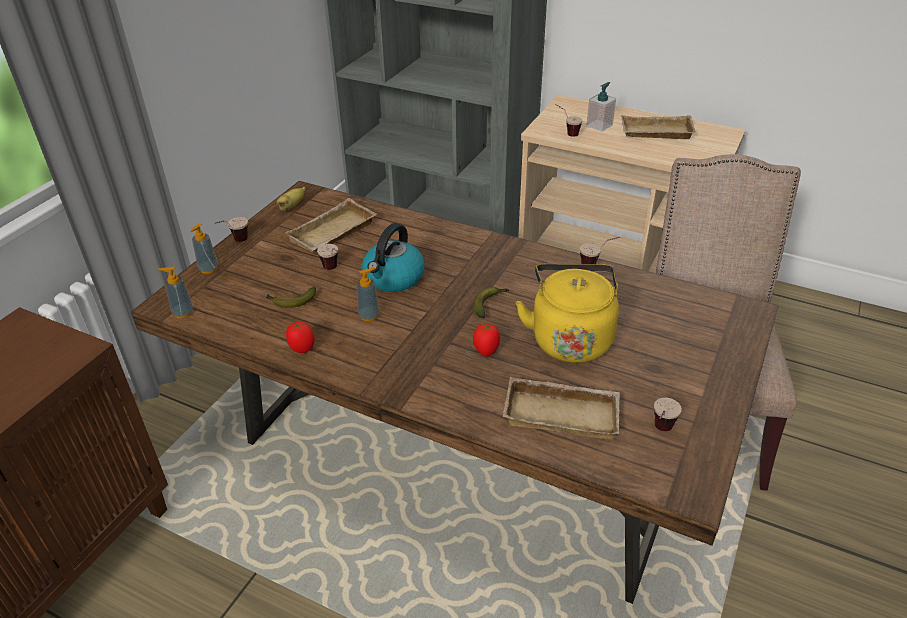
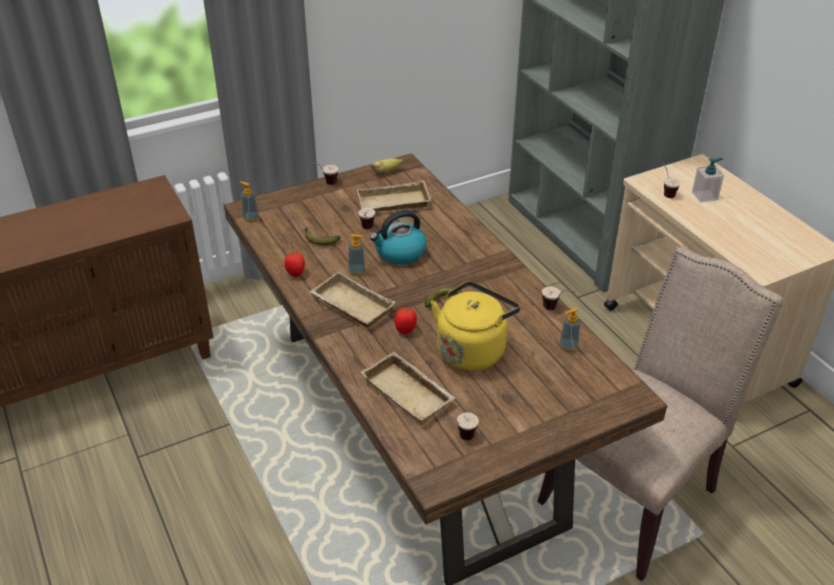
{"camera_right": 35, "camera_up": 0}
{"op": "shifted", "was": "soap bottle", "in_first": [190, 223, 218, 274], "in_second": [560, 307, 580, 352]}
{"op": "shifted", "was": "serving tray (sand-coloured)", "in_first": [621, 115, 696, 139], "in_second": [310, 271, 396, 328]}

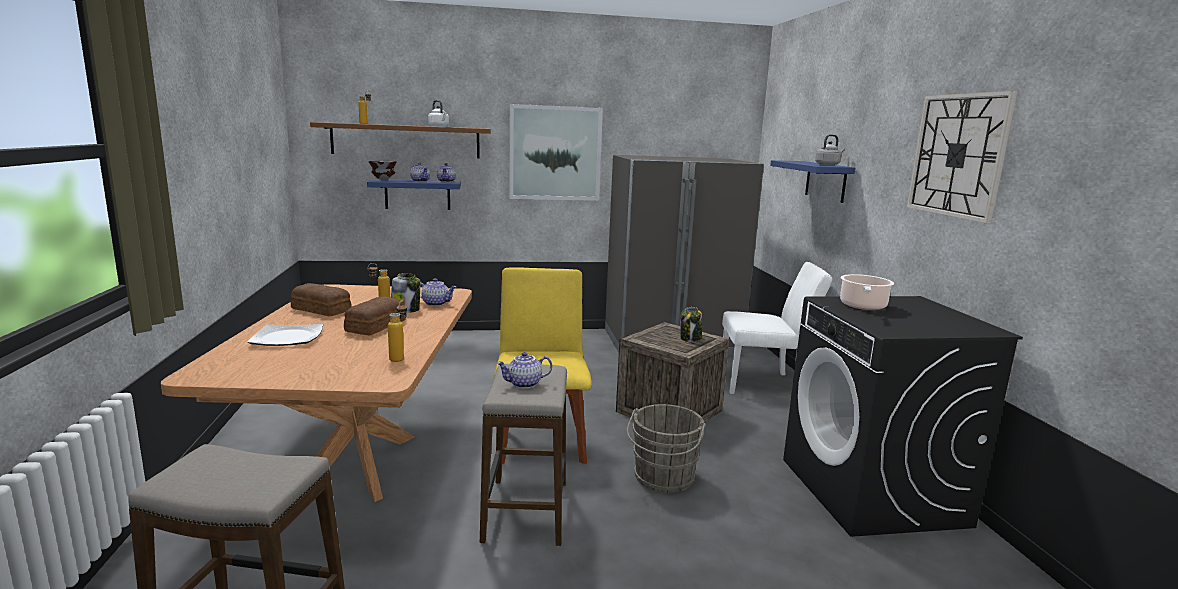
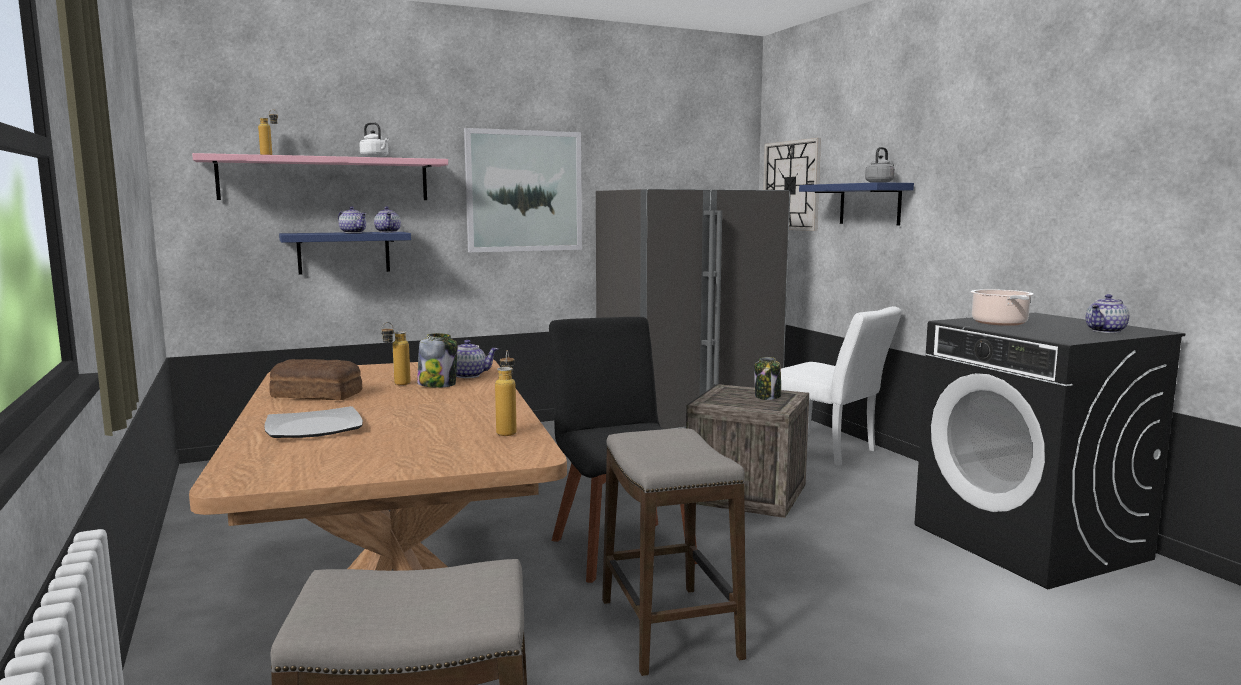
{"camera_right": -15, "camera_up": -5}
{"op": "repainted", "was": "shelf (brown)", "now": "shelf (pink-coloured)", "in_first": [310, 122, 491, 158], "in_second": [192, 153, 448, 200]}
{"op": "gone", "was": "baked bread", "in_first": [344, 296, 406, 335]}
{"op": "gone", "was": "deep dish (grey)", "in_first": [368, 161, 397, 180]}
{"op": "repainted", "was": "chair (yellow)", "now": "chair (blackish)", "in_first": [494, 267, 592, 464], "in_second": [549, 317, 697, 583]}
{"op": "shifted", "was": "tea pot", "in_first": [496, 352, 552, 389], "in_second": [1085, 294, 1129, 333]}
{"op": "gone", "was": "pail (grey)", "in_first": [627, 404, 705, 493]}
{"op": "rotated", "was": "chair (white)", "in_first": [722, 262, 832, 394], "in_second": [781, 306, 902, 466], "clockwise": 60}
{"op": "shifted", "was": "clock on the wall", "in_first": [907, 91, 1018, 224], "in_second": [763, 138, 821, 231]}

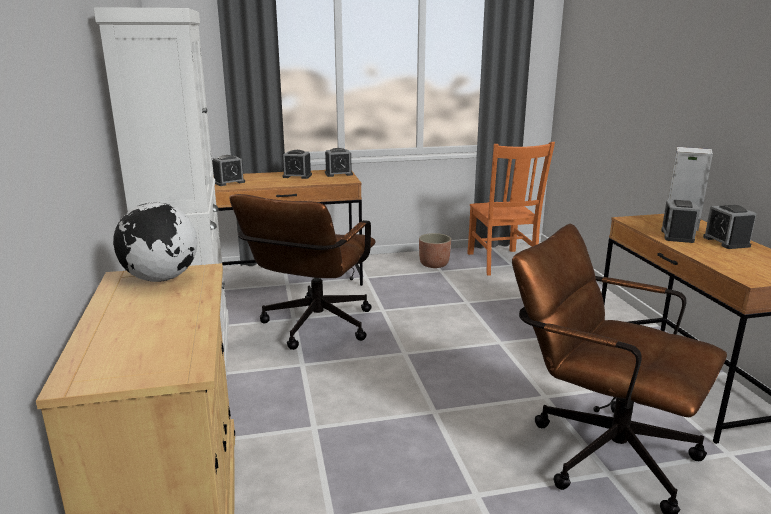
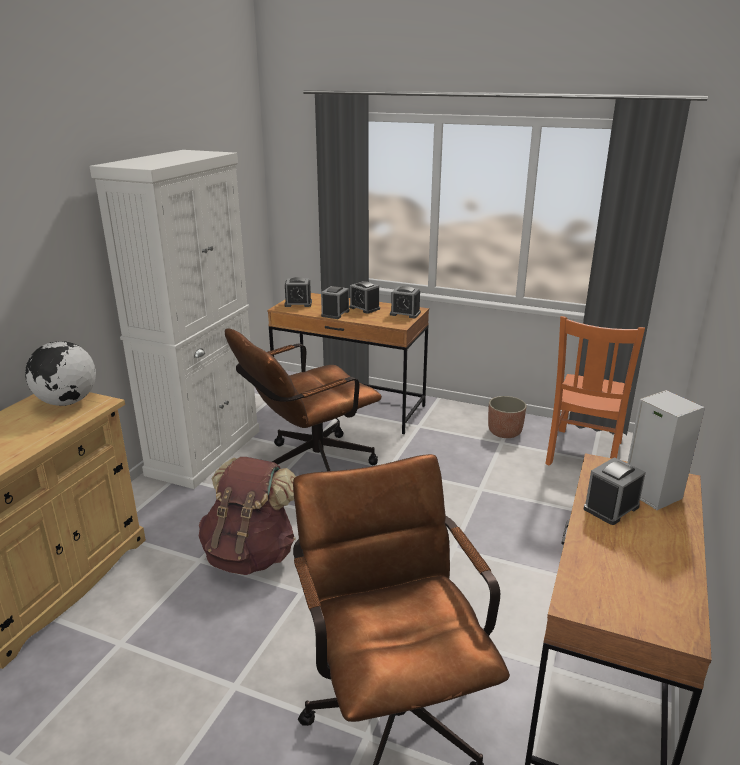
{"camera_right": 35, "camera_up": 5}
{"op": "shifted", "was": "bedside clock", "in_first": [703, 205, 757, 249], "in_second": [321, 286, 349, 319]}
{"op": "new", "now": "backpack (brown)", "in_second": [199, 457, 296, 575]}

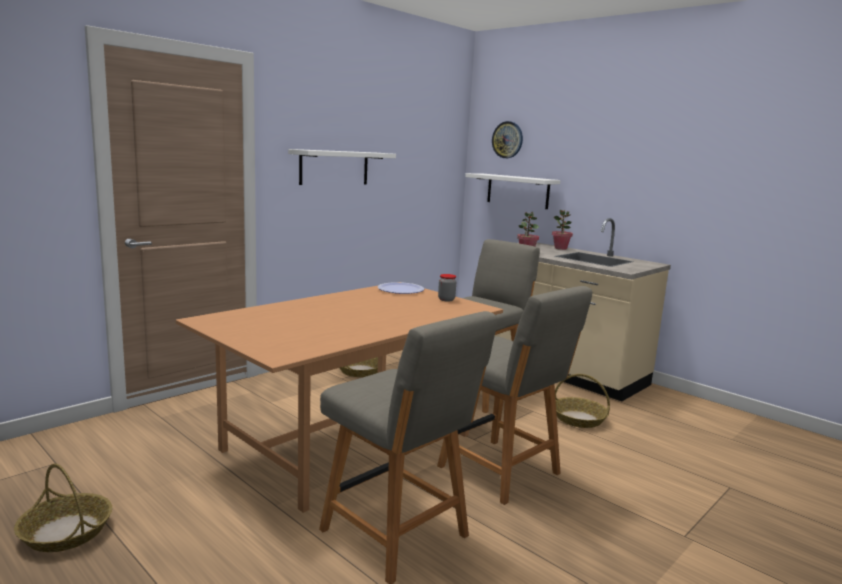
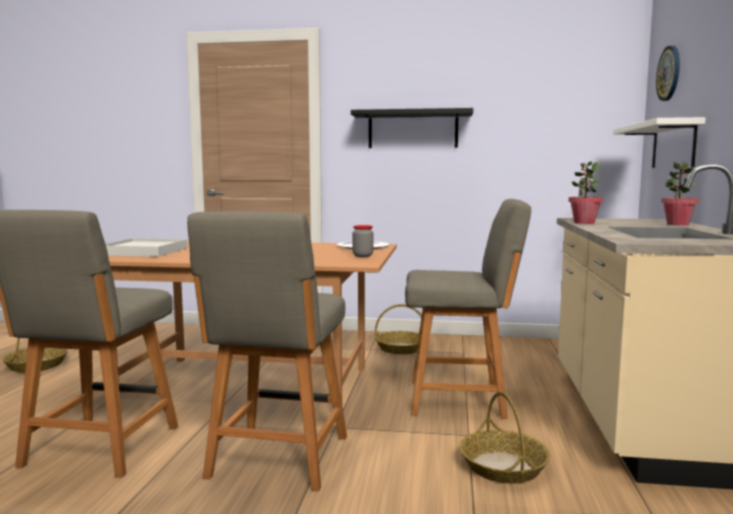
{"camera_right": 55, "camera_up": -5}
{"op": "repainted", "was": "shelf (white)", "now": "shelf (blackish)", "in_first": [288, 149, 396, 185], "in_second": [351, 108, 473, 148]}
{"op": "new", "now": "serving tray (white)", "in_second": [106, 238, 187, 257]}

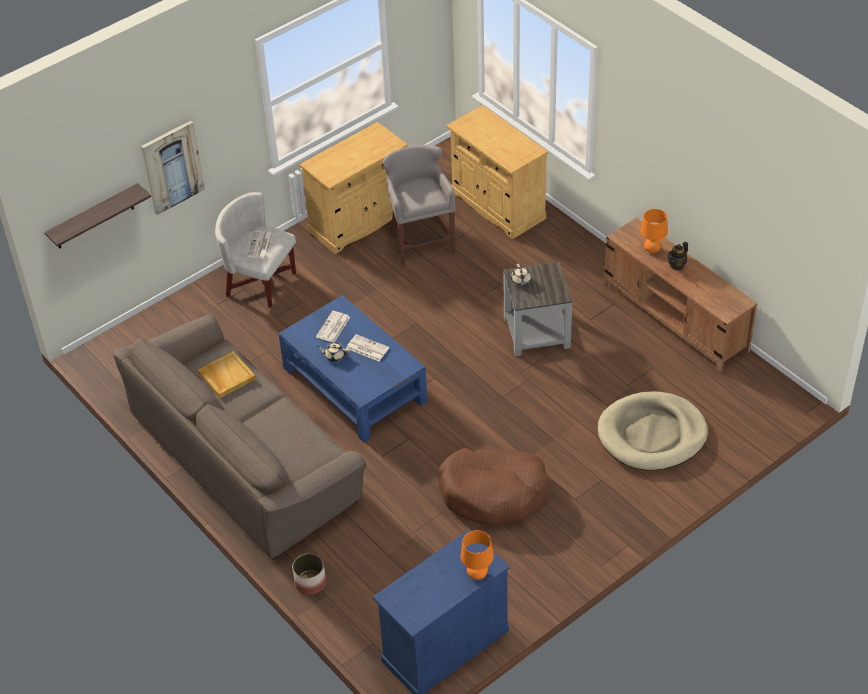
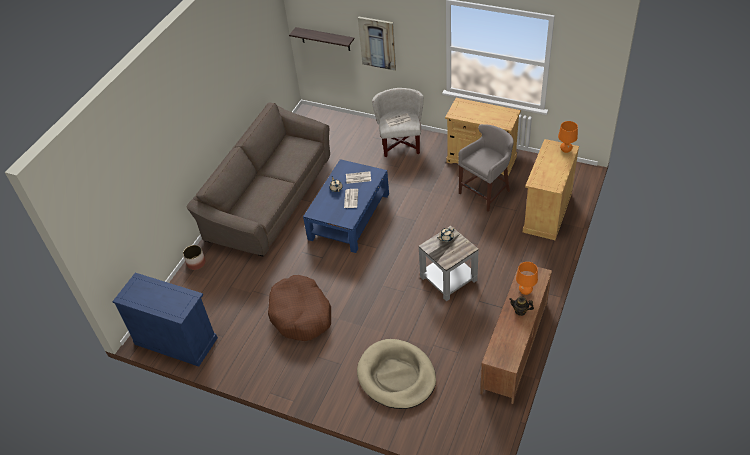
{"camera_right": 65, "camera_up": 0}
{"op": "gone", "was": "serving tray (sand-coloured)", "in_first": [198, 351, 256, 398]}
{"op": "shifted", "was": "lamp for a table (orange)", "in_first": [461, 530, 494, 580], "in_second": [558, 121, 578, 153]}

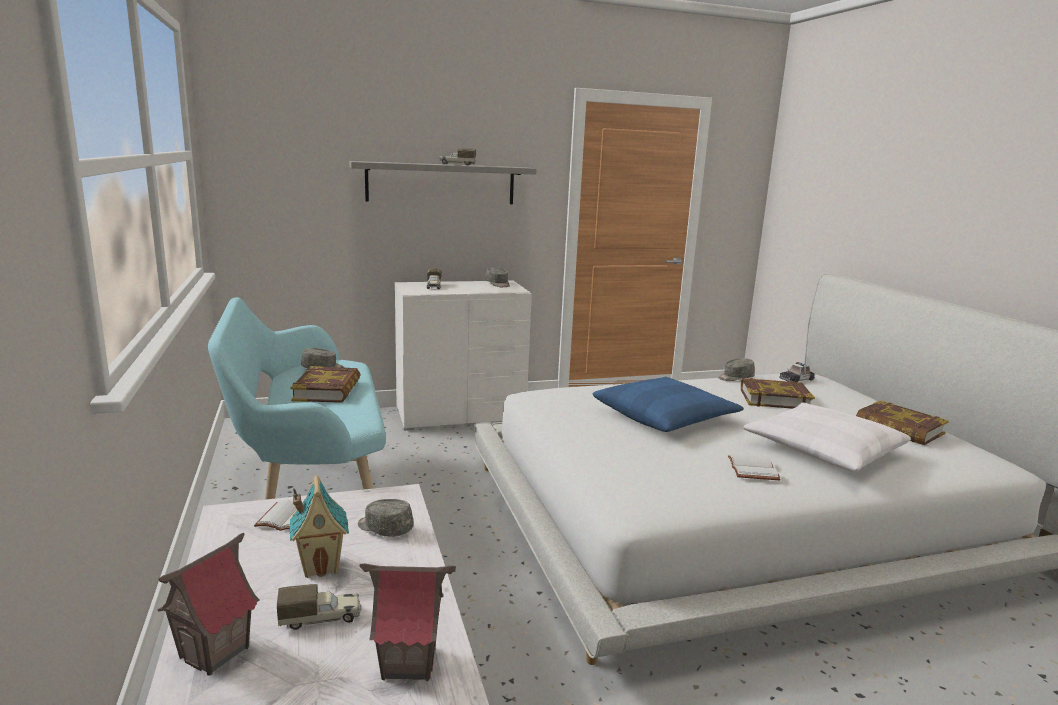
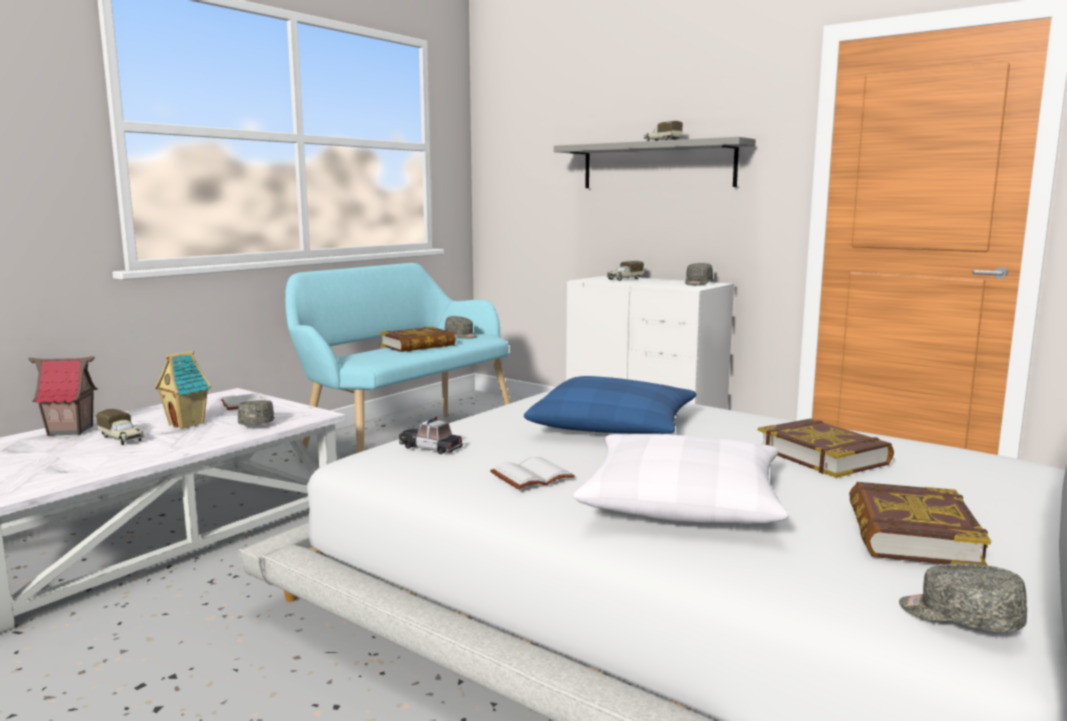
{"camera_right": 55, "camera_up": -5}
{"op": "gone", "was": "miniature house", "in_first": [360, 563, 456, 681]}
{"op": "shifted", "was": "peaked cap (grey)", "in_first": [718, 358, 755, 381], "in_second": [899, 564, 1027, 632]}
{"op": "shifted", "was": "model car", "in_first": [779, 362, 815, 382], "in_second": [399, 416, 463, 454]}

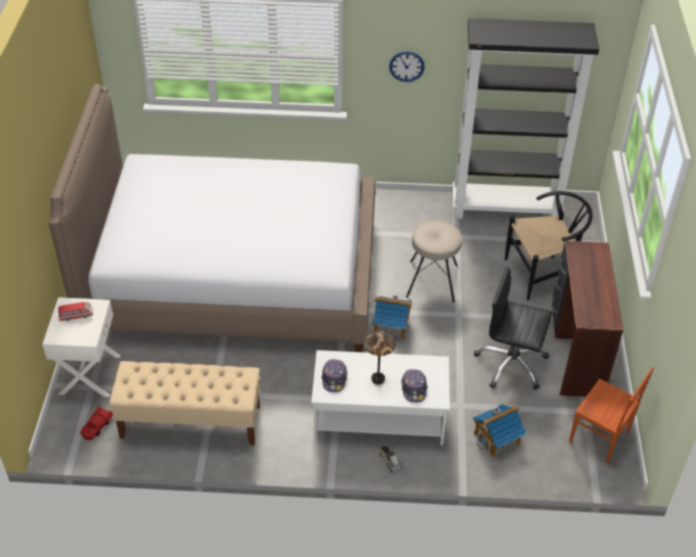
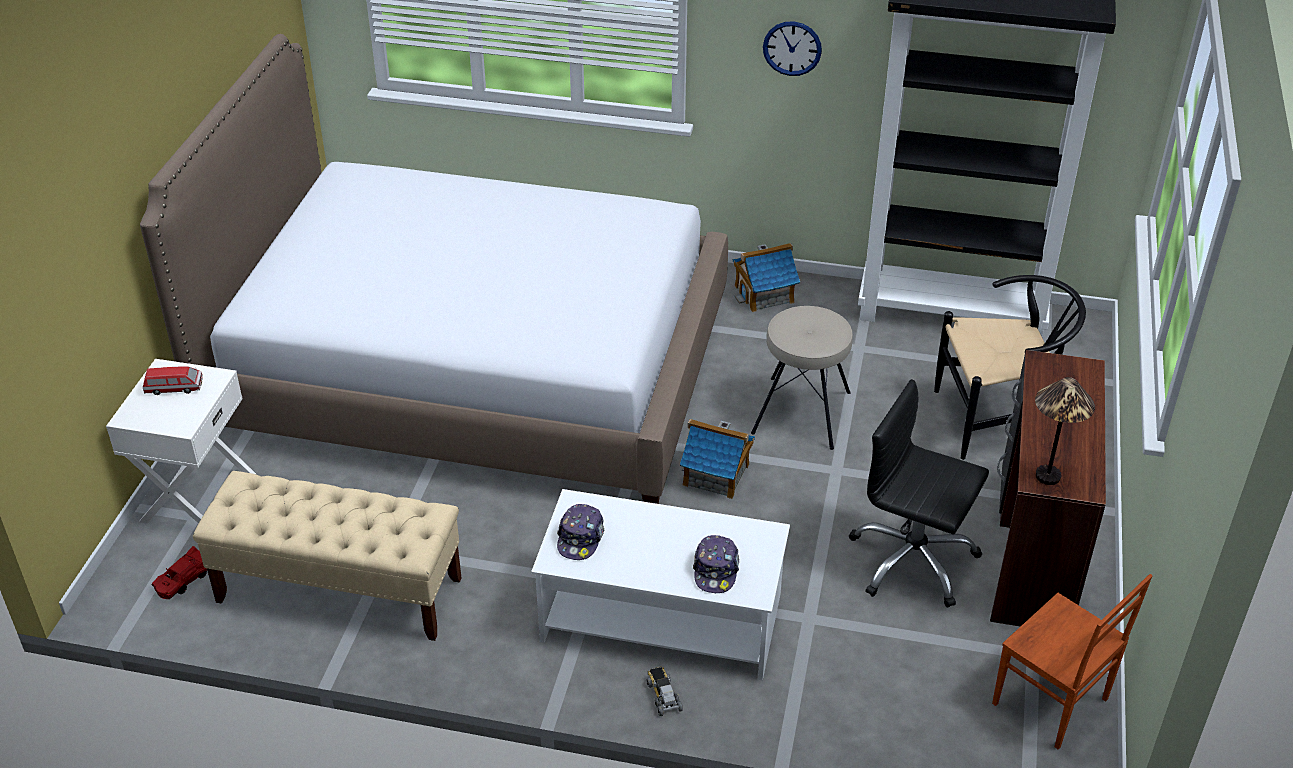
{"camera_right": 10, "camera_up": -5}
{"op": "shifted", "was": "lamp for a table", "in_first": [364, 331, 396, 384], "in_second": [1035, 377, 1095, 485]}
{"op": "shifted", "was": "miniature house", "in_first": [473, 404, 527, 457], "in_second": [733, 243, 800, 312]}

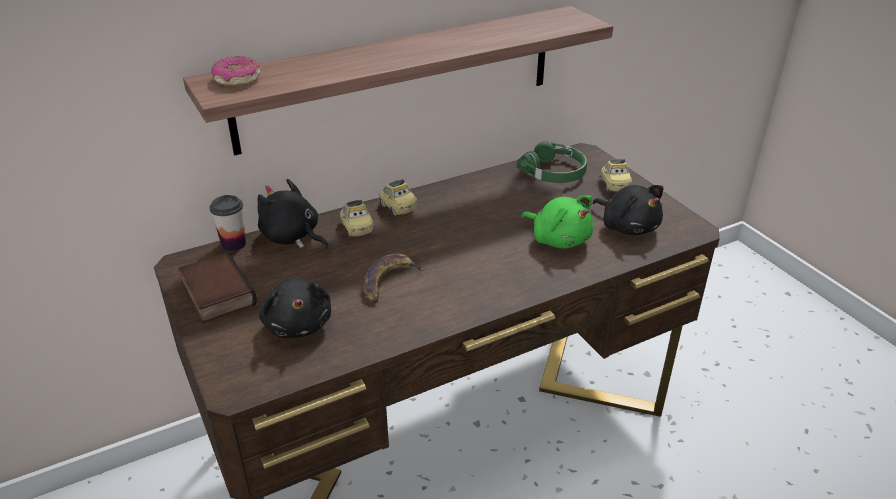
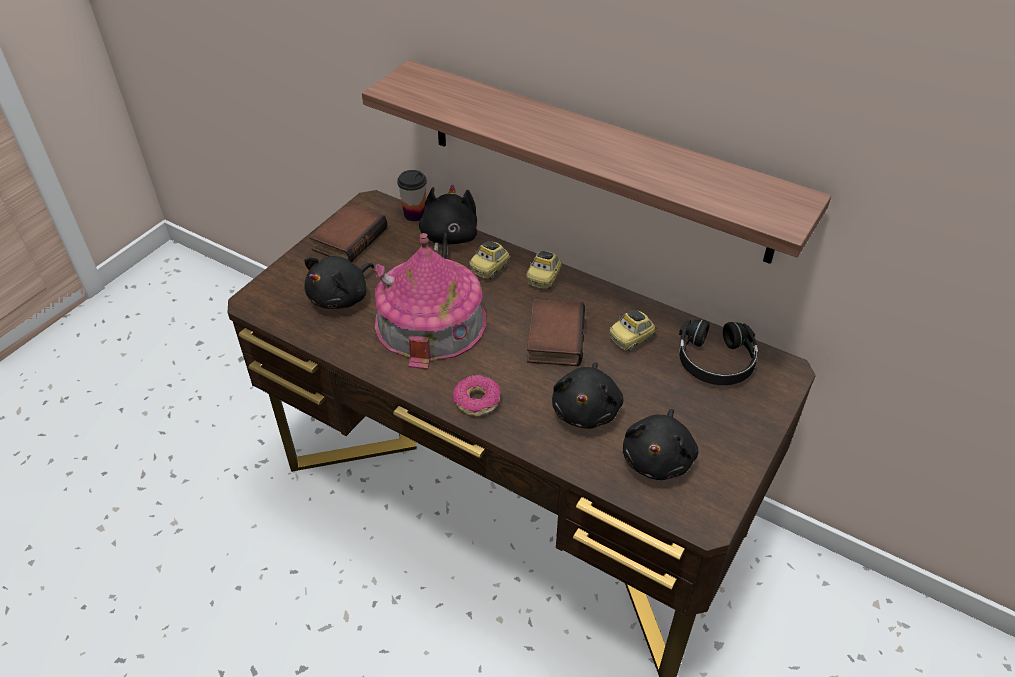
{"camera_right": 60, "camera_up": 10}
{"op": "shifted", "was": "doughnut", "in_first": [211, 56, 260, 86], "in_second": [453, 375, 501, 416]}
{"op": "swapped", "was": "banana fruit", "now": "miniature house", "in_first": [363, 254, 426, 302], "in_second": [375, 233, 486, 370]}
{"op": "repainted", "was": "pair of headphones (greenish)", "now": "pair of headphones (blackish)", "in_first": [517, 141, 587, 183], "in_second": [679, 320, 758, 385]}
{"op": "repainted", "was": "soft toy (greenish)", "now": "soft toy (blackish)", "in_first": [521, 195, 593, 249], "in_second": [552, 363, 623, 429]}
{"op": "shifted", "was": "model car", "in_first": [601, 159, 632, 192], "in_second": [609, 310, 657, 351]}
{"op": "new", "now": "book", "in_second": [527, 299, 585, 366]}

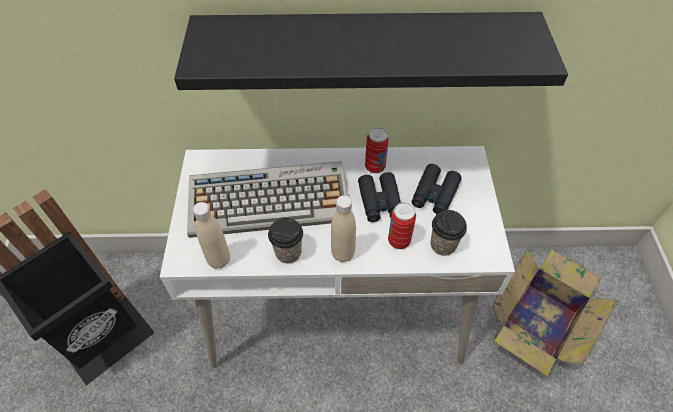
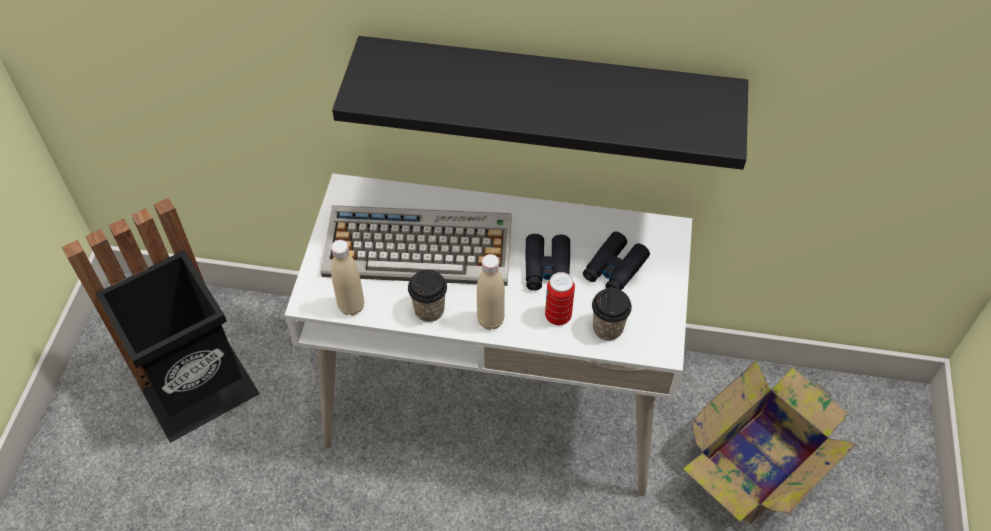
{"camera_right": 10, "camera_up": 0}
{"op": "gone", "was": "can", "in_first": [365, 128, 389, 173]}

